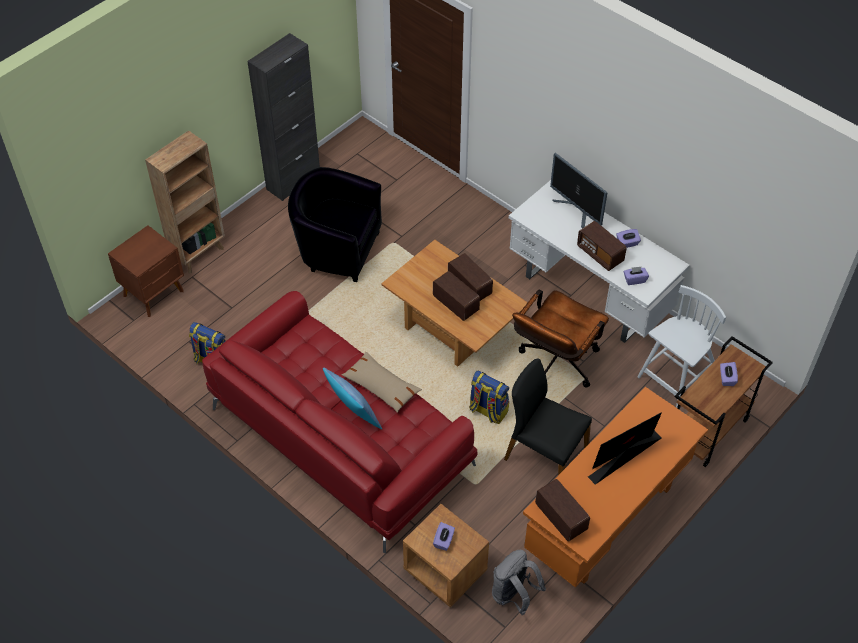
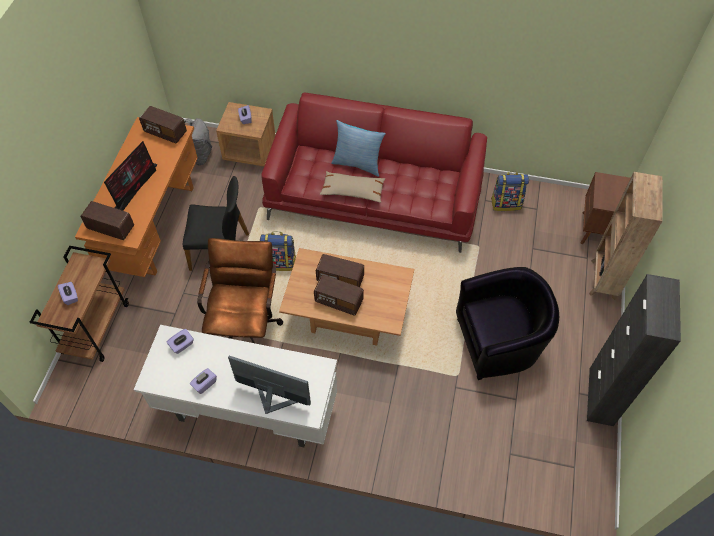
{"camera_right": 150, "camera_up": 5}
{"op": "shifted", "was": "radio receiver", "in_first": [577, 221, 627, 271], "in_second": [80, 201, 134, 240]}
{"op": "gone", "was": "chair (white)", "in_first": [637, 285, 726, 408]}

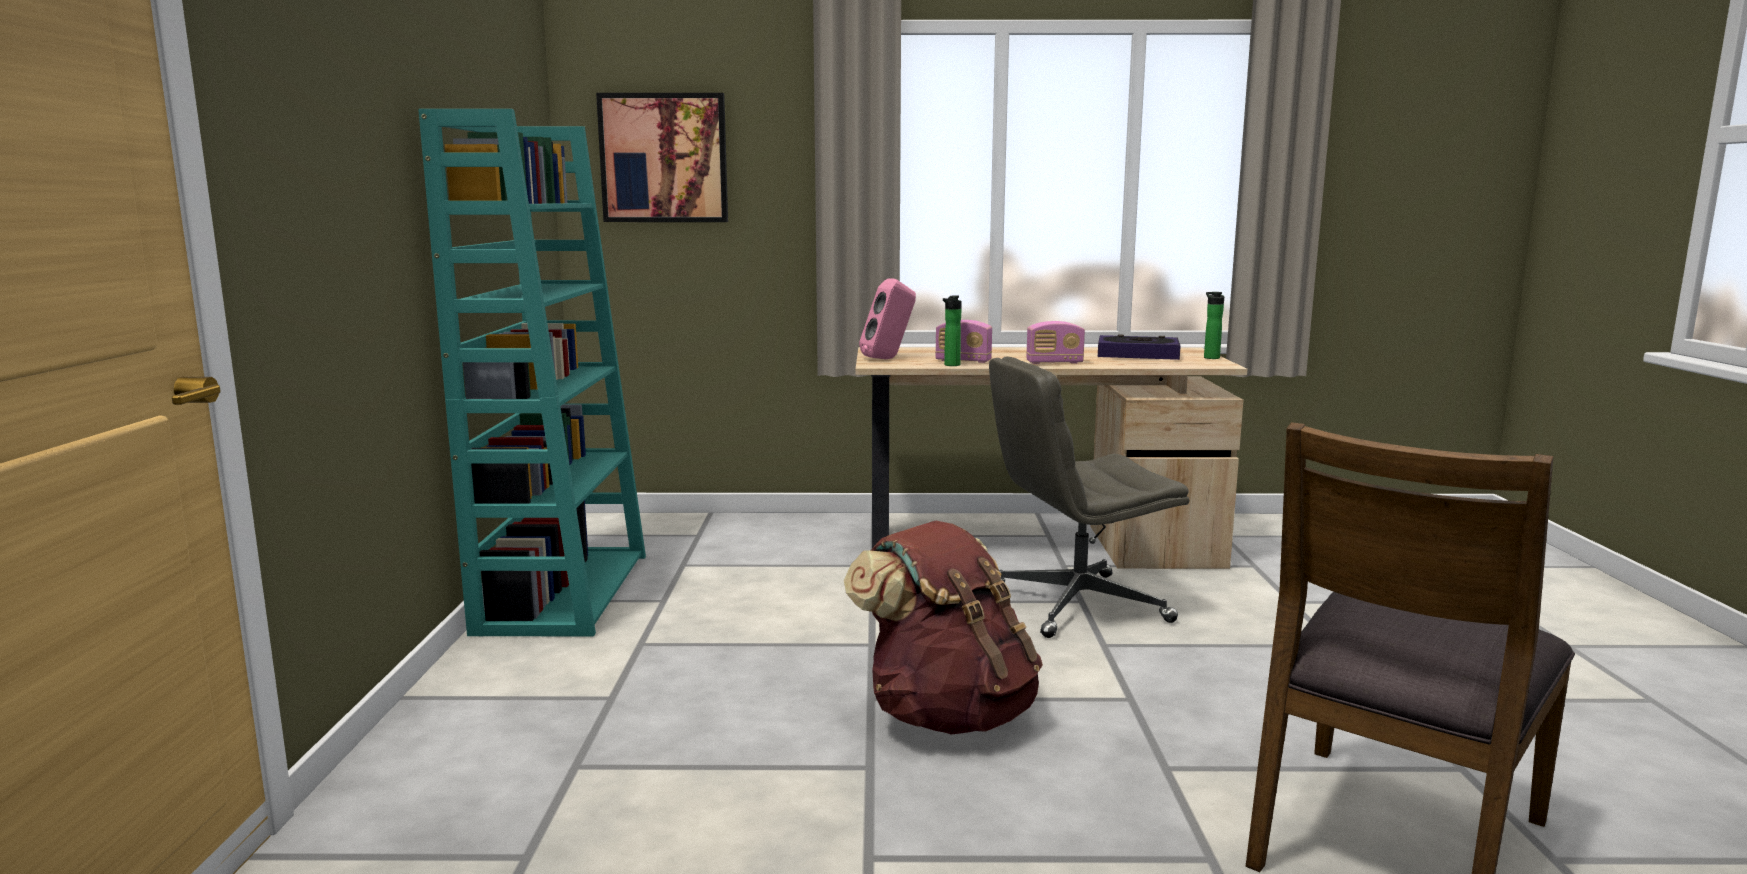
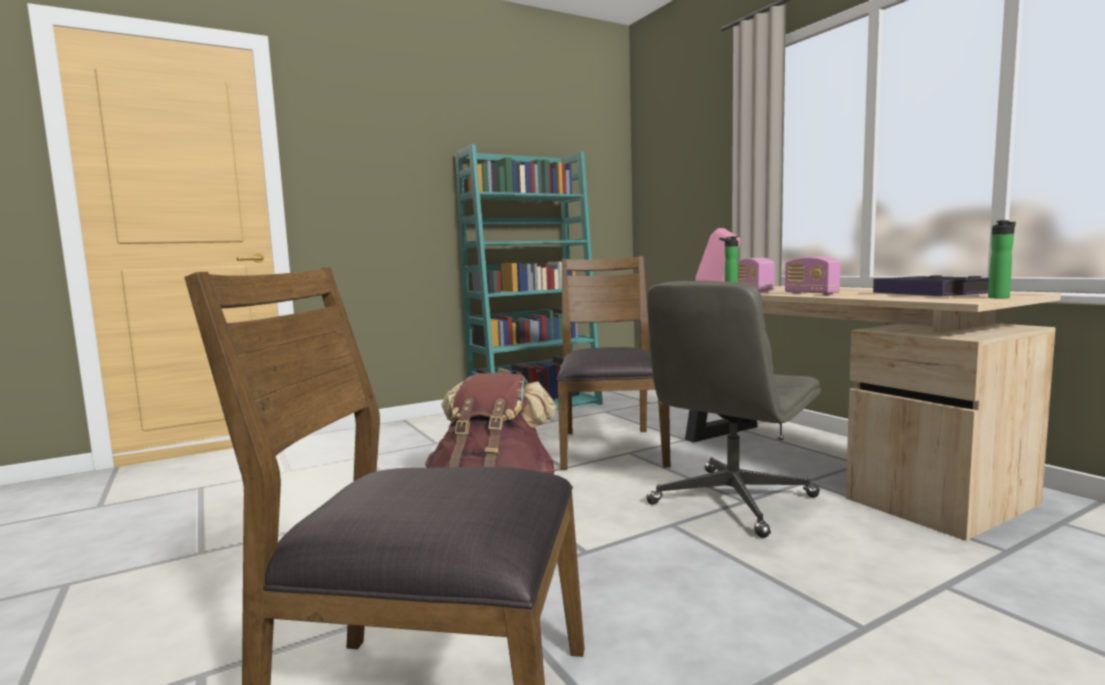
{"camera_right": 60, "camera_up": -5}
{"op": "gone", "was": "wall art", "in_first": [596, 93, 728, 222]}
{"op": "rotated", "was": "office chair (grey)", "in_first": [989, 357, 1189, 638], "in_second": [646, 281, 821, 538], "clockwise": -90}
{"op": "new", "now": "chair (brown)", "in_second": [557, 256, 670, 470]}

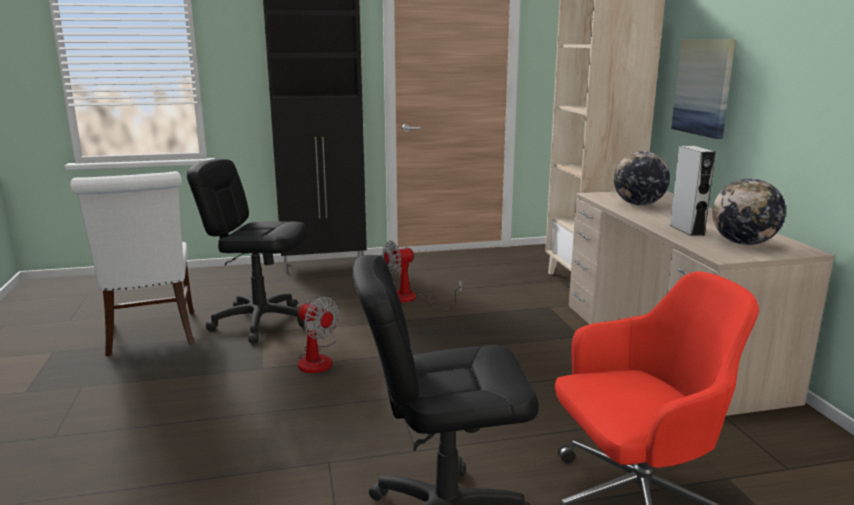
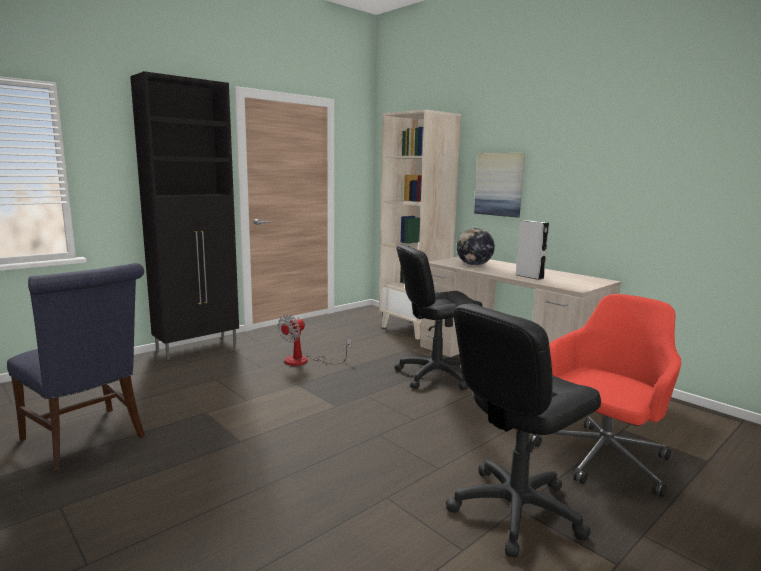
{"camera_right": -30, "camera_up": -5}
{"op": "repainted", "was": "chair (white)", "now": "chair (bluish)", "in_first": [70, 171, 194, 356], "in_second": [7, 263, 145, 471]}
{"op": "shifted", "was": "office chair (blackish)", "in_first": [187, 159, 307, 343], "in_second": [394, 245, 483, 390]}
{"op": "gone", "was": "fan", "in_first": [298, 297, 339, 373]}
{"op": "gone", "was": "globe", "in_first": [713, 178, 786, 245]}

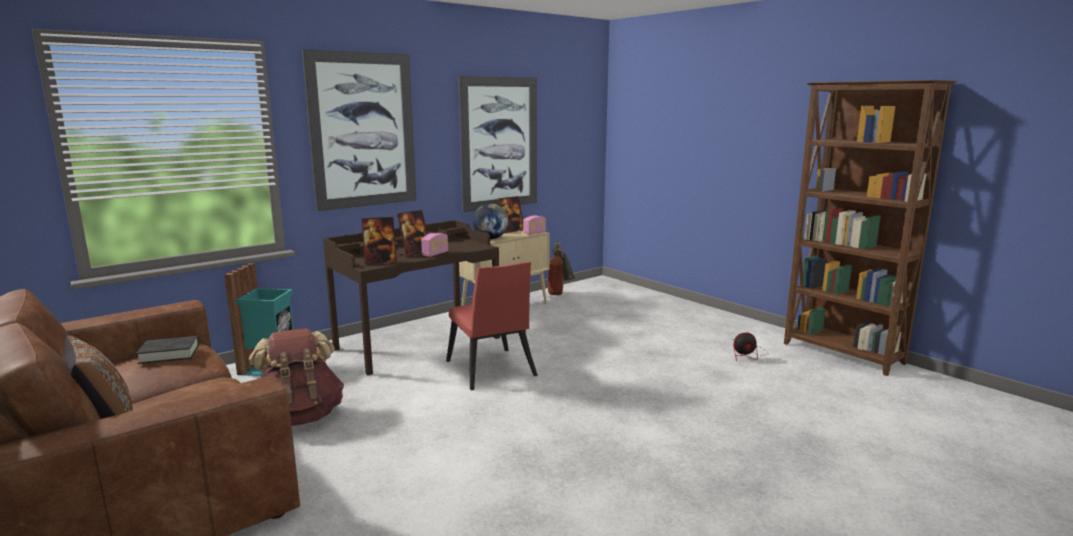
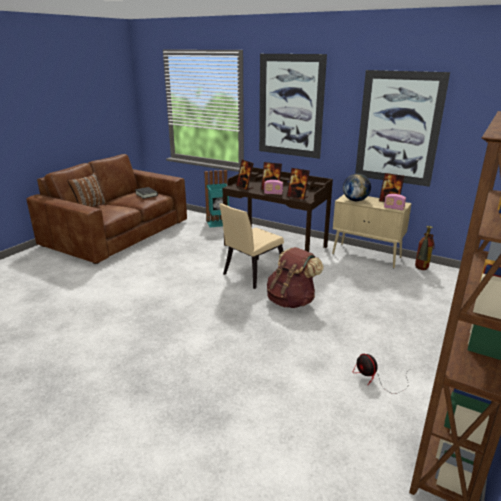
{"camera_right": 70, "camera_up": 10}
{"op": "shifted", "was": "backpack (brown)", "in_first": [249, 328, 344, 426], "in_second": [267, 247, 323, 308]}
{"op": "repainted", "was": "chair (red)", "now": "chair (sand-coloured)", "in_first": [446, 262, 538, 391], "in_second": [219, 203, 284, 289]}
{"op": "new", "now": "picture frame", "in_second": [287, 168, 310, 200]}

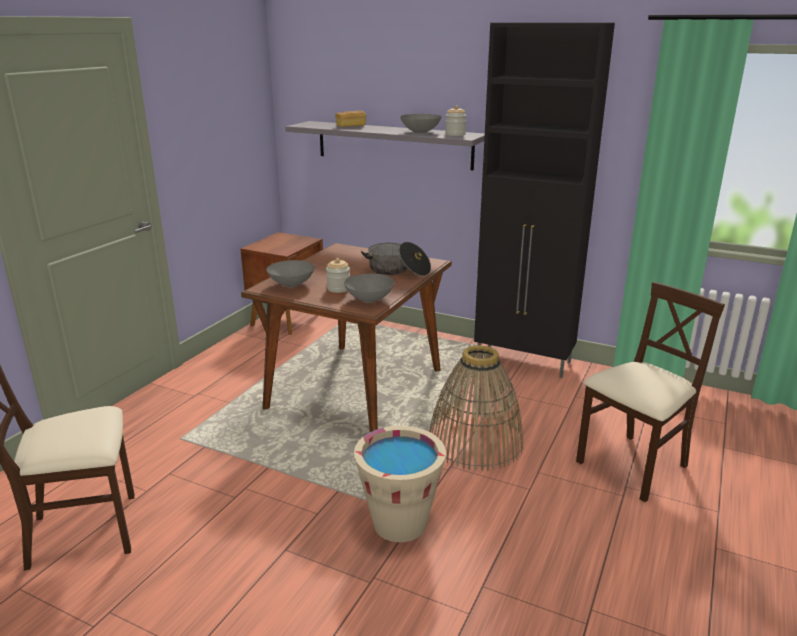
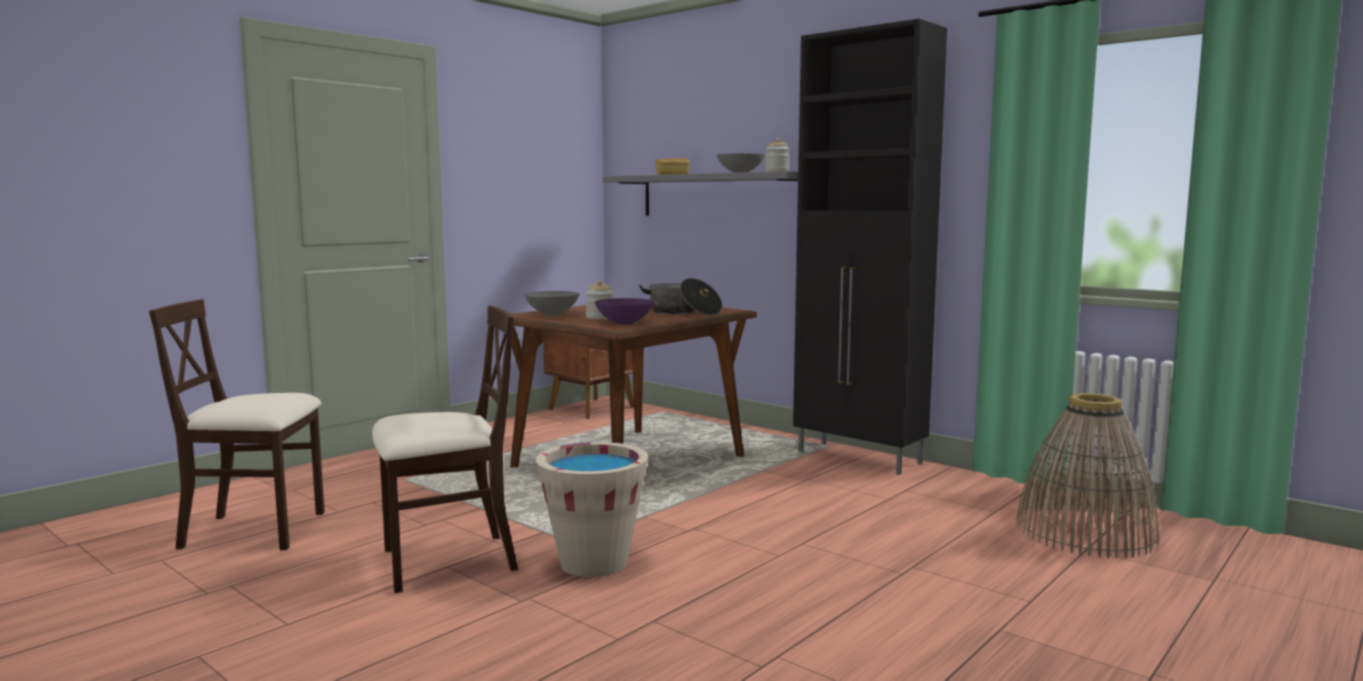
{"camera_right": 15, "camera_up": -15}
{"op": "repainted", "was": "deep dish (grey)", "now": "deep dish (purple)", "in_first": [344, 274, 394, 303], "in_second": [595, 298, 654, 325]}
{"op": "shifted", "was": "basket", "in_first": [429, 345, 523, 471], "in_second": [1016, 393, 1159, 559]}
{"op": "shifted", "was": "chair (sand-coloured)", "in_first": [576, 282, 725, 502], "in_second": [372, 305, 518, 593]}

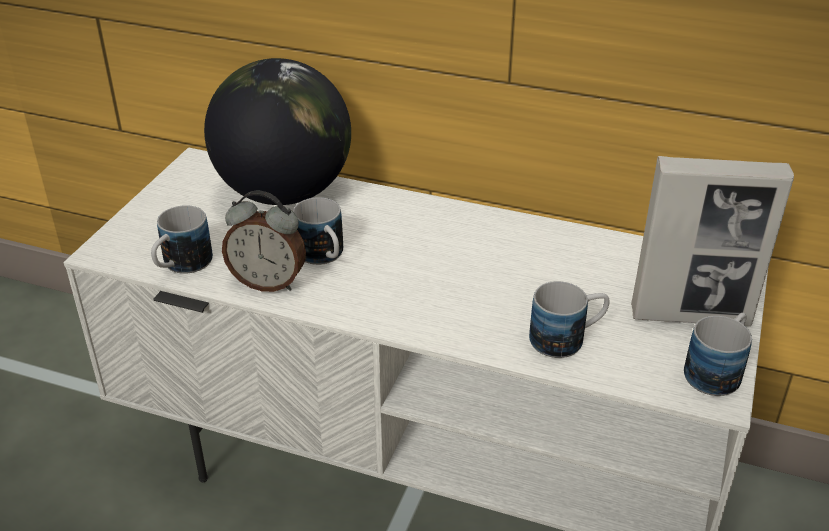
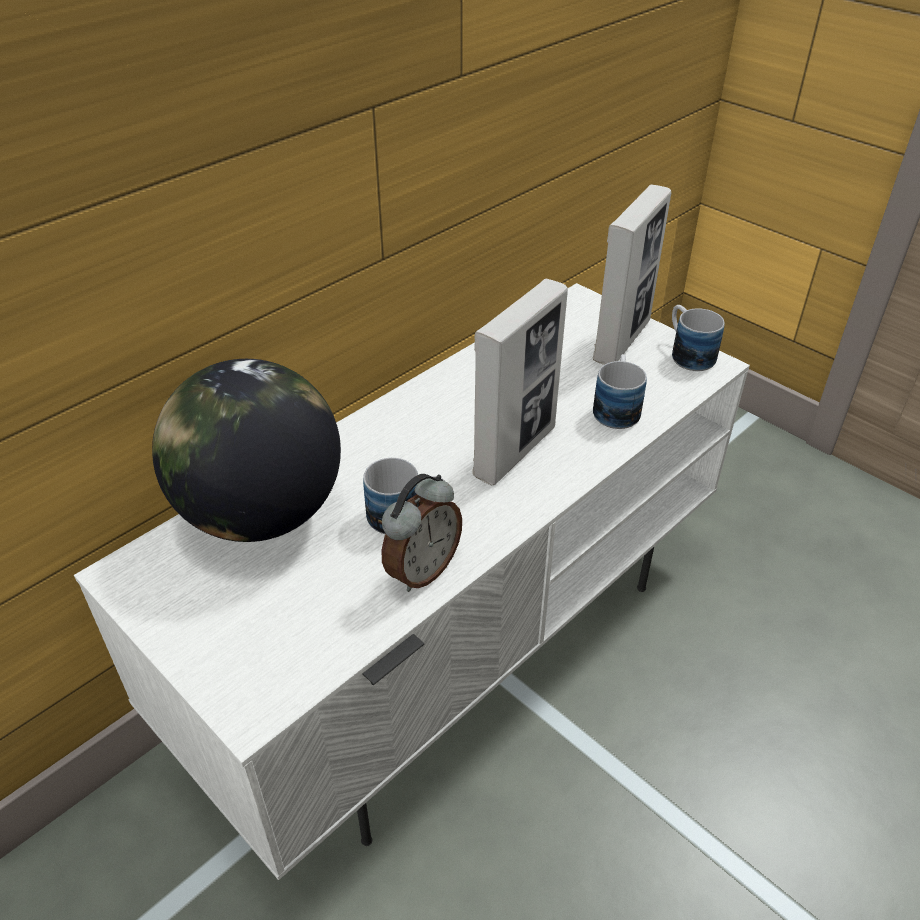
{"camera_right": -65, "camera_up": 5}
{"op": "gone", "was": "mug", "in_first": [151, 205, 213, 274]}
{"op": "new", "now": "picture frame", "in_second": [473, 278, 568, 485]}

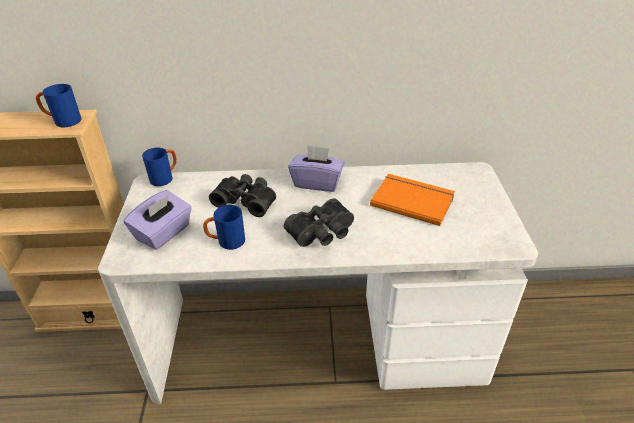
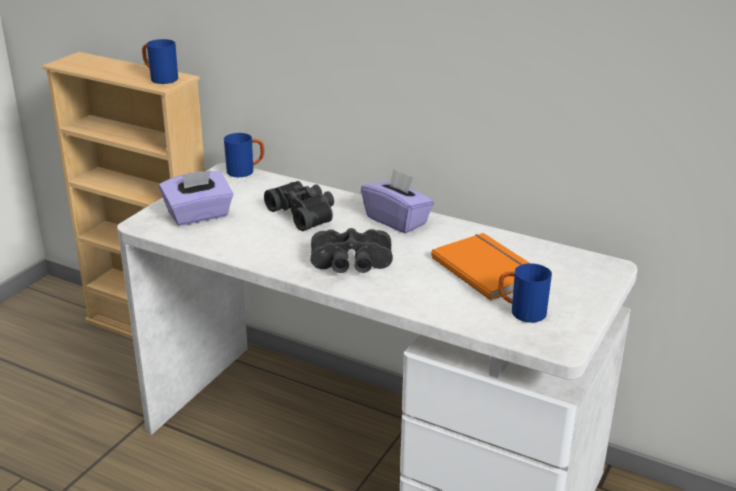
{"camera_right": 30, "camera_up": -10}
{"op": "shifted", "was": "mug (bluish)", "in_first": [203, 205, 245, 250], "in_second": [498, 263, 552, 323]}

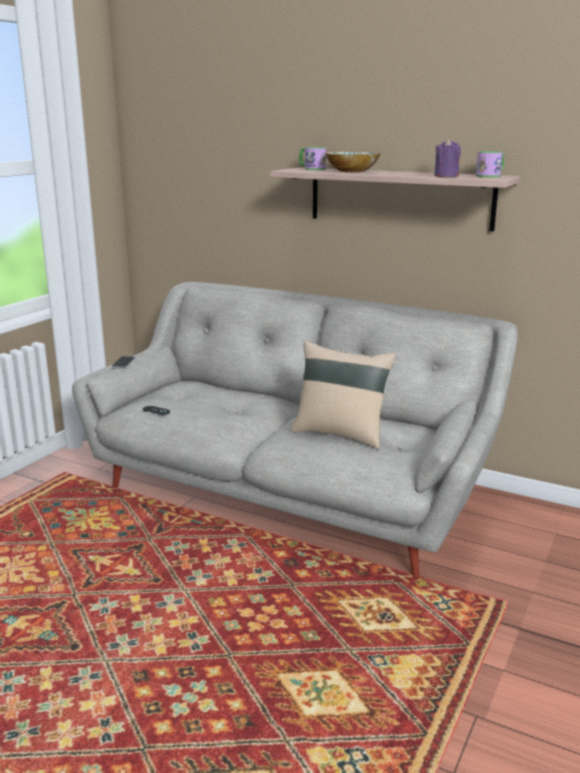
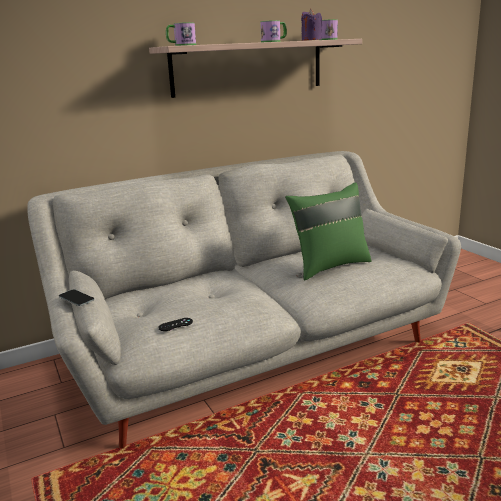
{"camera_right": -55, "camera_up": 0}
{"op": "repainted", "was": "throw pillow (sand-coloured)", "now": "throw pillow (greenish)", "in_first": [291, 340, 396, 449], "in_second": [285, 182, 371, 280]}
{"op": "gone", "was": "deep dish", "in_first": [325, 152, 381, 172]}
{"op": "new", "now": "mug", "in_second": [260, 20, 287, 42]}

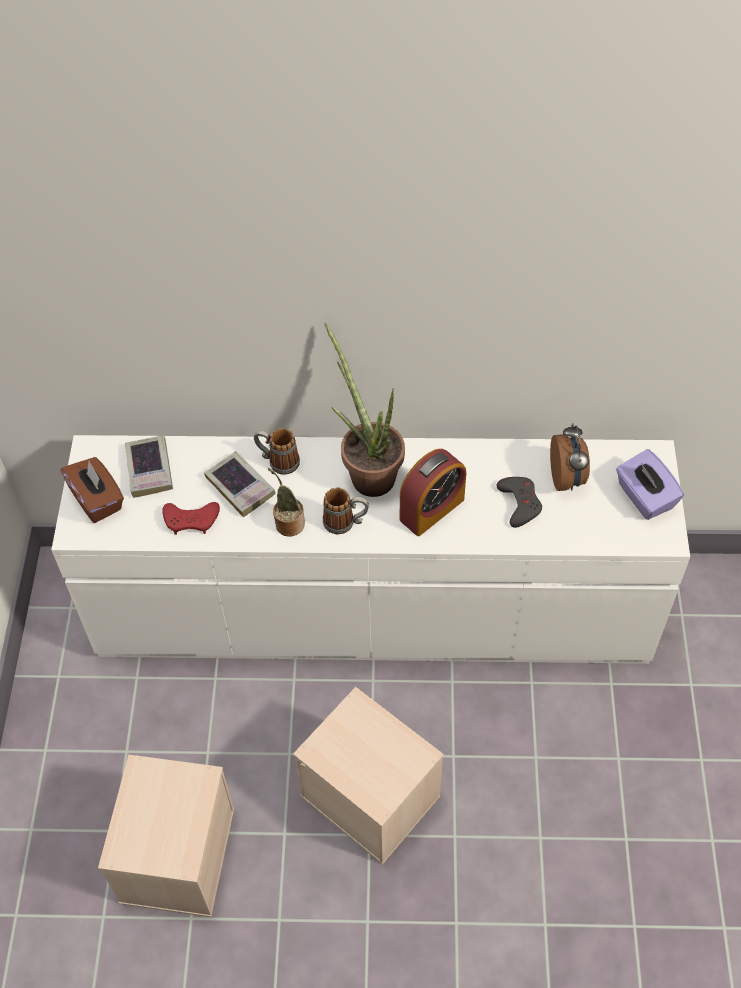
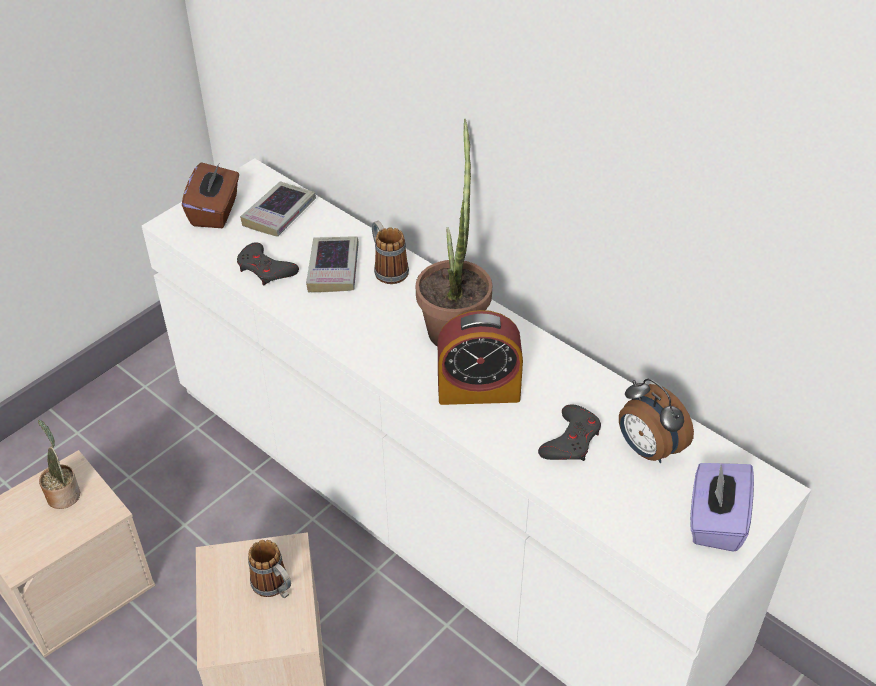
{"camera_right": 40, "camera_up": -10}
{"op": "repainted", "was": "gamepad (red)", "now": "gamepad (grey)", "in_first": [162, 502, 220, 535], "in_second": [237, 242, 299, 285]}
{"op": "shifted", "was": "potted plant", "in_first": [268, 468, 305, 537], "in_second": [38, 420, 80, 509]}
{"op": "shifted", "was": "mug", "in_first": [323, 487, 369, 534], "in_second": [248, 540, 291, 598]}
{"op": "rotated", "was": "bedside clock", "in_first": [550, 423, 590, 491], "in_second": [619, 379, 694, 463], "clockwise": 105}

